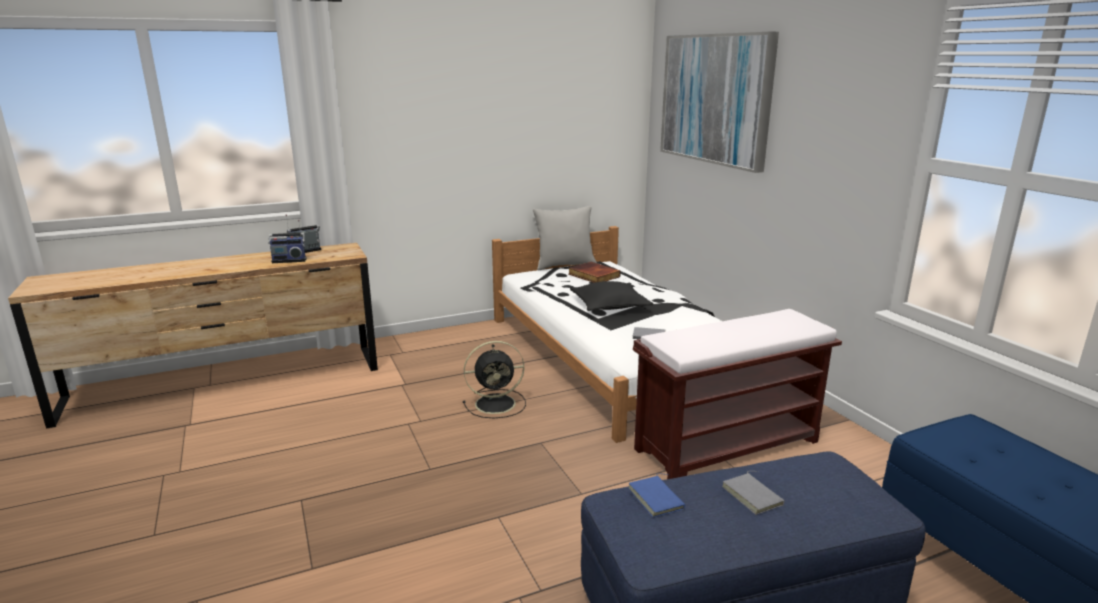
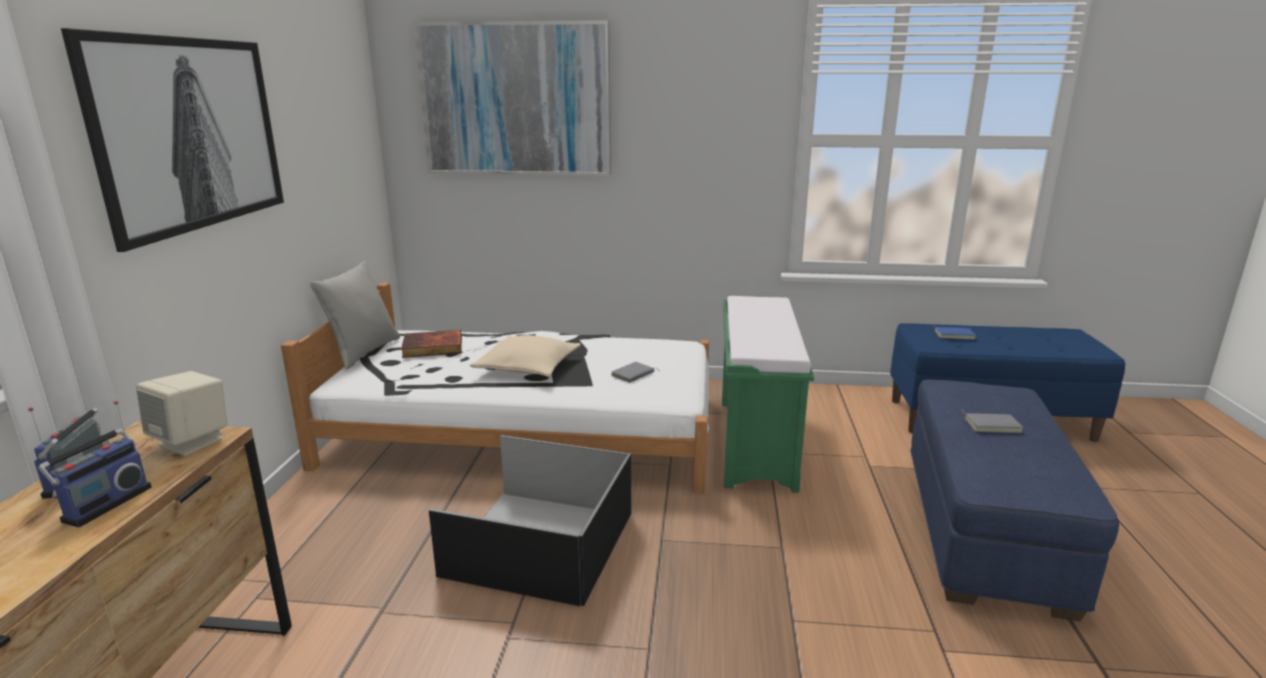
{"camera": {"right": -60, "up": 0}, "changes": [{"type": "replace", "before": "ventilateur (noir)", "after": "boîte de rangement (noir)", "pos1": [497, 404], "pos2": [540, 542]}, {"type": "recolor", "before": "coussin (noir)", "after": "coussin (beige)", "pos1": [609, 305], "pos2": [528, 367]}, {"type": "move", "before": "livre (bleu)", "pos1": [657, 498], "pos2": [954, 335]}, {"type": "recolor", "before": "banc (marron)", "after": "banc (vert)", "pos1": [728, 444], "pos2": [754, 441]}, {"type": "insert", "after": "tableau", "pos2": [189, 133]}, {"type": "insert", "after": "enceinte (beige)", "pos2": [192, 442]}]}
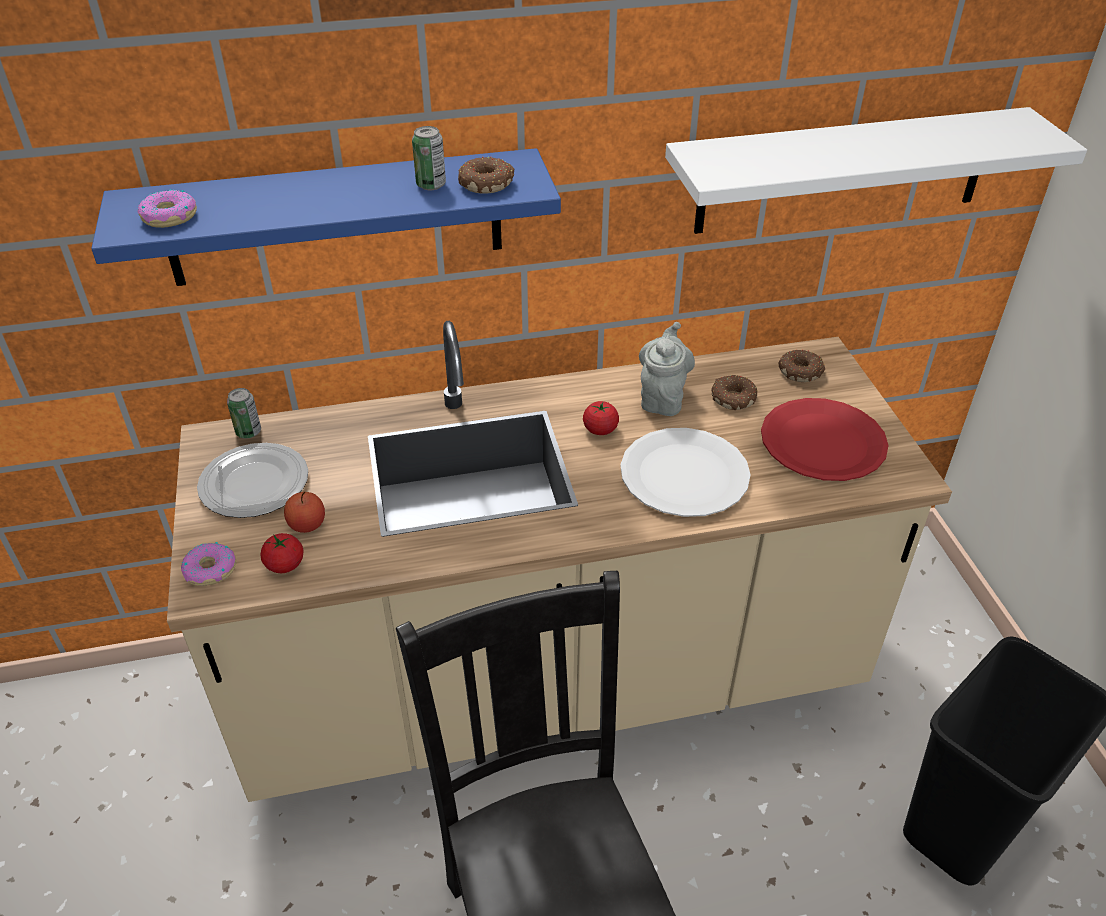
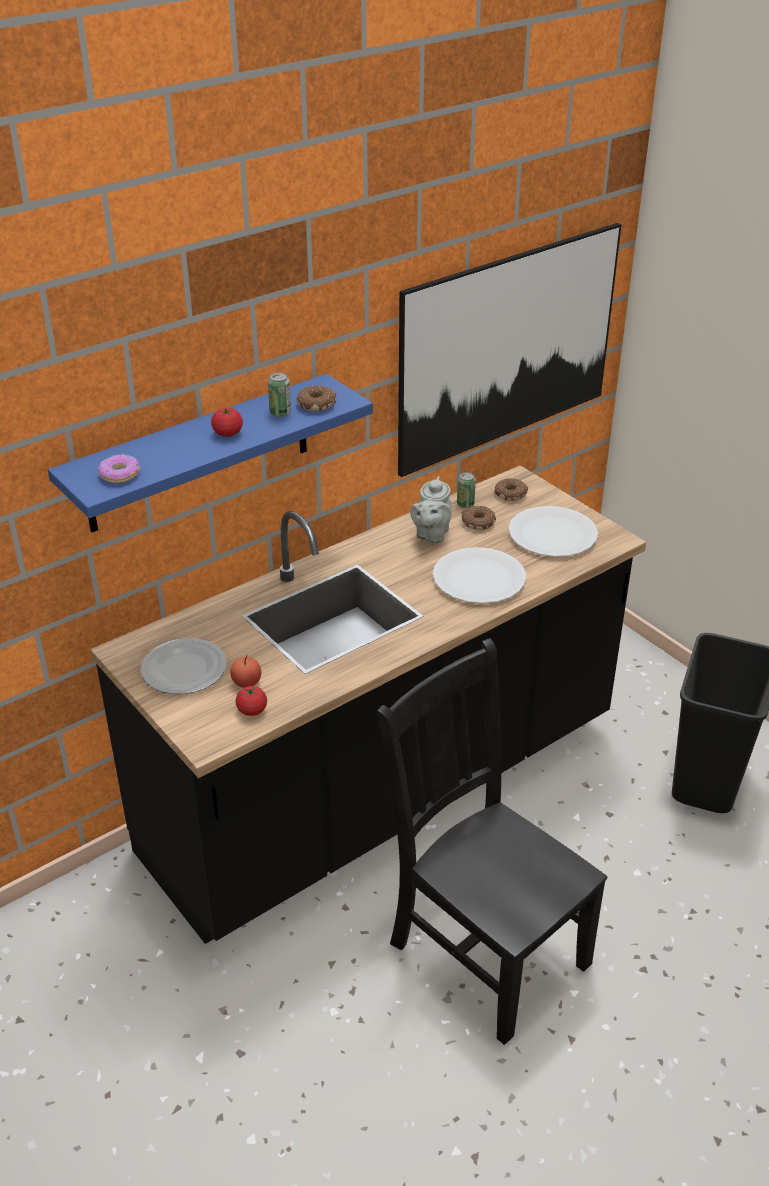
{"camera": {"right": -25, "up": -5}, "changes": [{"type": "recolor", "before": "comptoir de cuisine (beige)", "after": "comptoir de cuisine (noir)", "pos1": [553, 681], "pos2": [384, 790]}, {"type": "delete", "before": "beignet", "pos1": [210, 570]}, {"type": "move", "before": "boîte métallique", "pos1": [248, 432], "pos2": [465, 504]}, {"type": "move", "before": "tomate", "pos1": [600, 429], "pos2": [228, 433]}, {"type": "rotate", "before": "théière (gris)", "pos1": [662, 398], "pos2": [431, 535], "turn": -150}, {"type": "replace", "before": "étagère (blanc)", "after": "tableau", "pos1": [843, 171], "pos2": [508, 347]}, {"type": "recolor", "before": "assiette (rouge)", "after": "assiette (blanc)", "pos1": [822, 442], "pos2": [552, 534]}]}
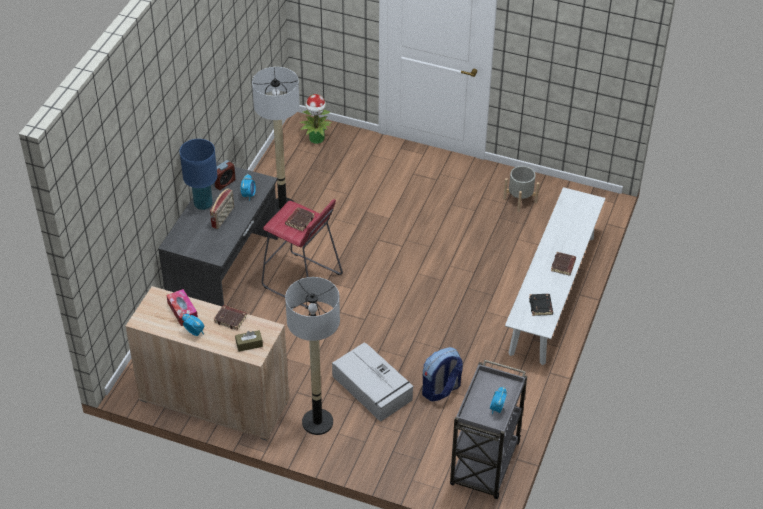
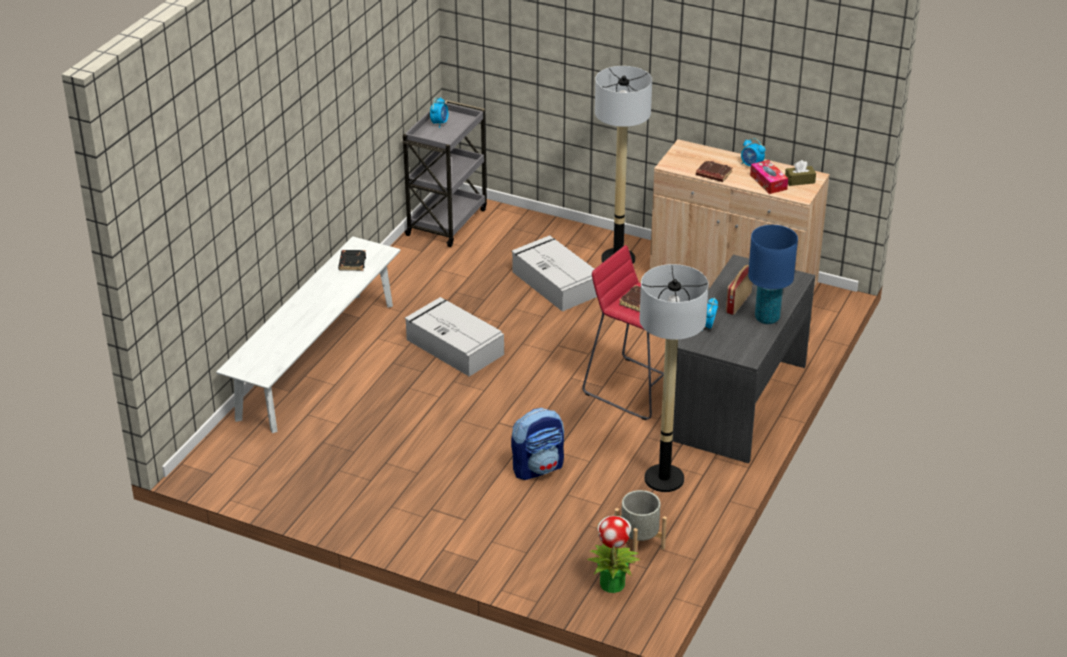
{"camera": {"right": -175, "up": -10}, "changes": [{"type": "delete", "before": "réveil", "pos1": [224, 183]}, {"type": "move", "before": "boîte à mouchoirs (marron)", "pos1": [249, 344], "pos2": [799, 181]}, {"type": "move", "before": "sac à dos", "pos1": [441, 390], "pos2": [538, 468]}, {"type": "move", "before": "cache-pot (gris)", "pos1": [520, 200], "pos2": [639, 543]}, {"type": "delete", "before": "livre (marron)", "pos1": [563, 265]}, {"type": "insert", "after": "boîte de rangement (gris)", "pos2": [453, 346]}]}
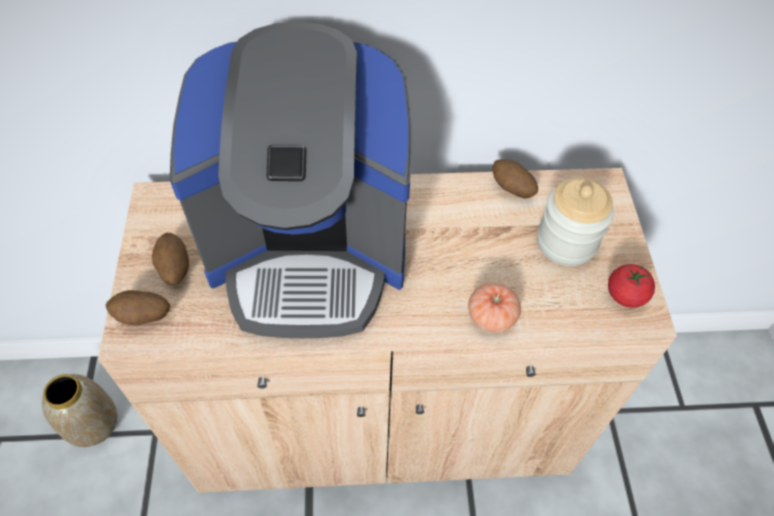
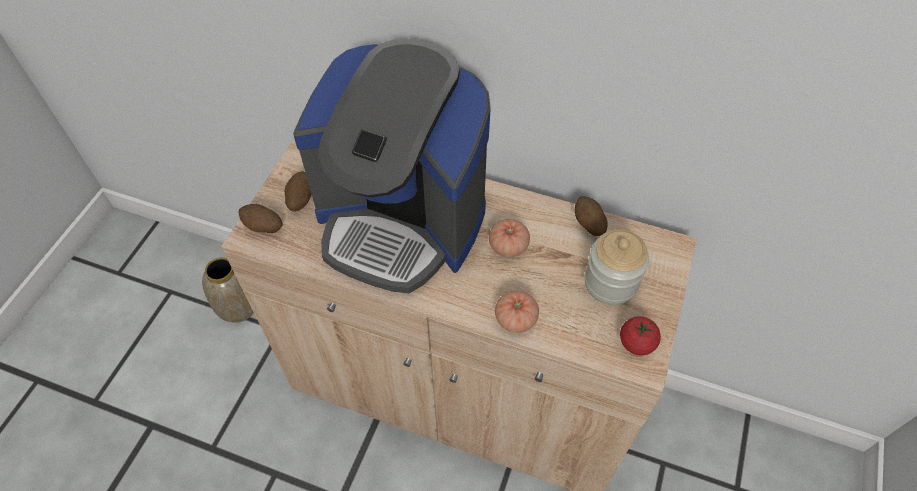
{"camera": {"right": 25, "up": 0}, "changes": [{"type": "insert", "after": "tomate", "pos2": [508, 246]}]}
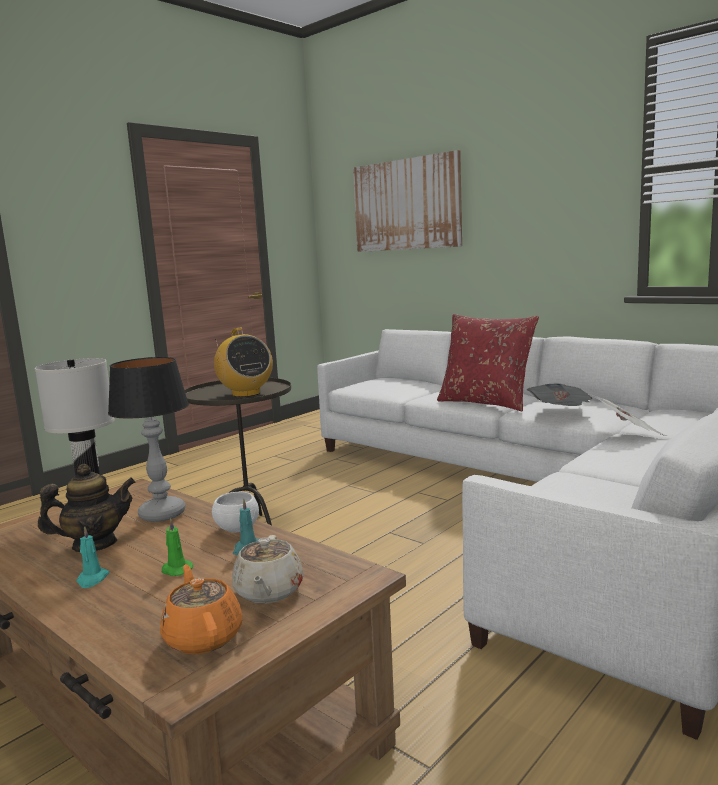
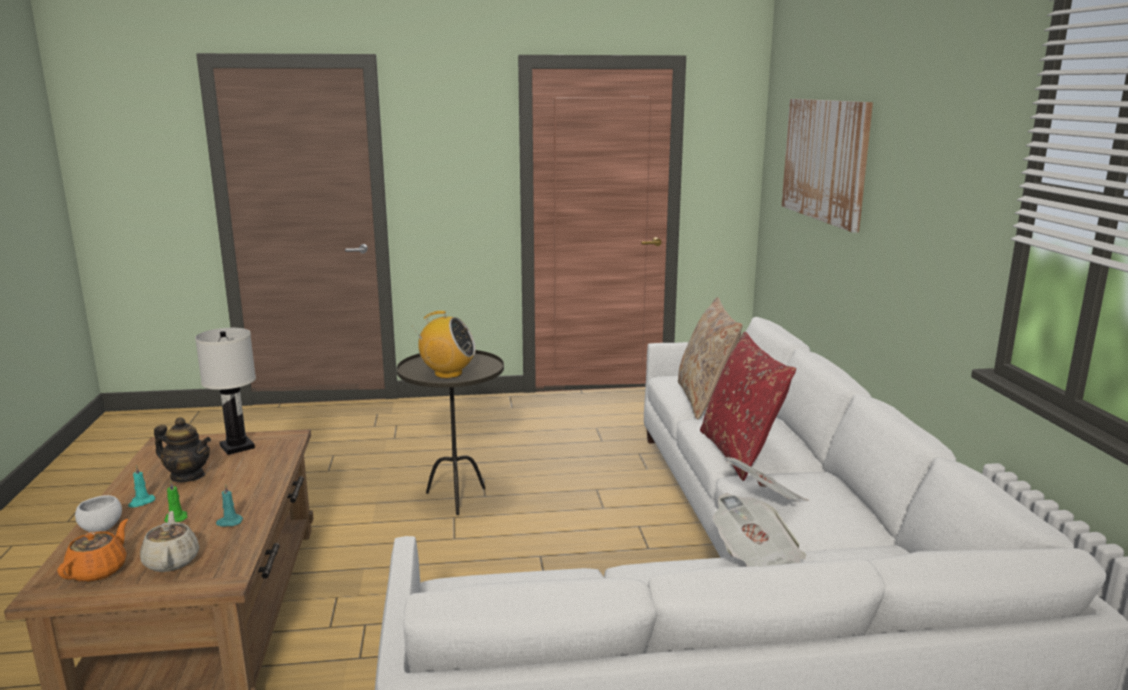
{"camera": {"right": 40, "up": 5}, "changes": [{"type": "delete", "before": "lampe de table", "pos1": [161, 514]}, {"type": "move", "before": "bol (blanc)", "pos1": [237, 529], "pos2": [102, 528]}, {"type": "rotate", "before": "radio", "pos1": [246, 394], "pos2": [447, 374], "turn": -90}, {"type": "rotate", "before": "théière (beige)", "pos1": [268, 592], "pos2": [172, 561], "turn": 120}, {"type": "insert", "after": "coussin (beige)", "pos2": [705, 400]}]}
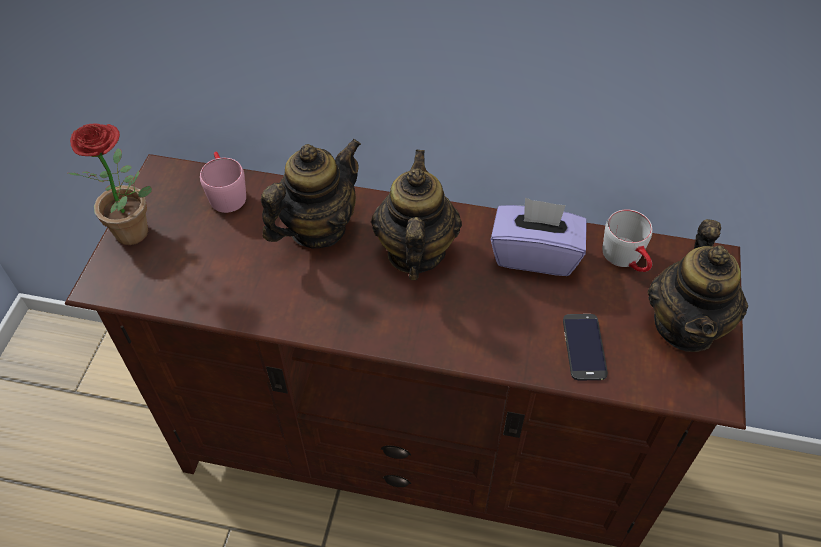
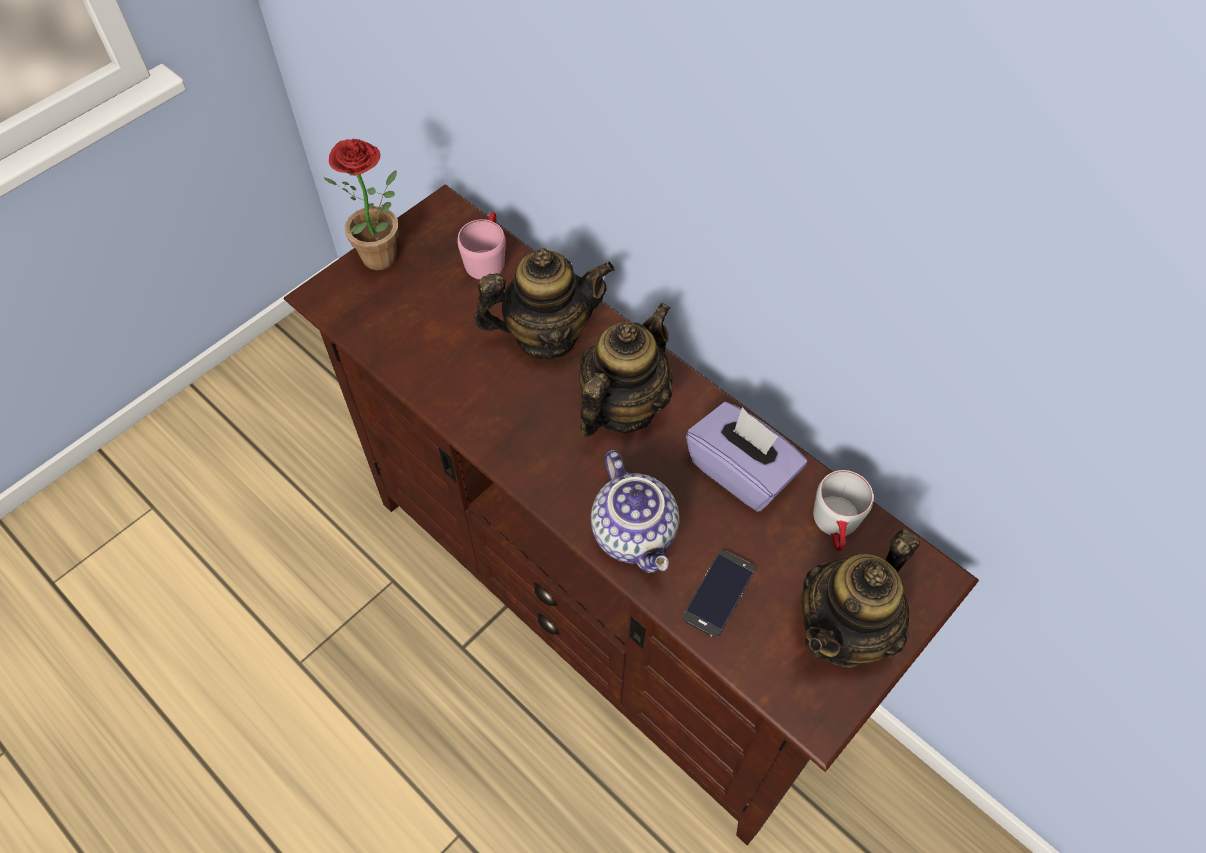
{"camera": {"right": 30, "up": 5}, "changes": [{"type": "insert", "after": "théière", "pos2": [636, 534]}]}
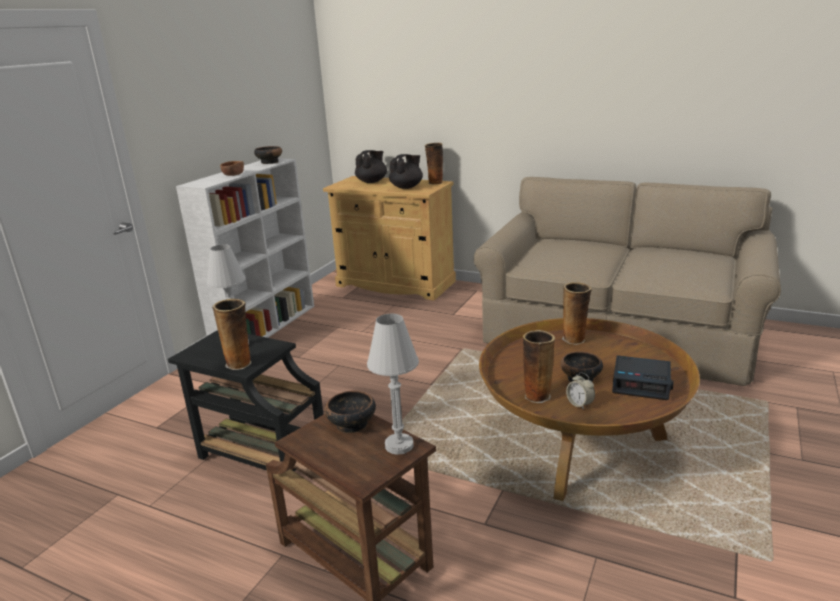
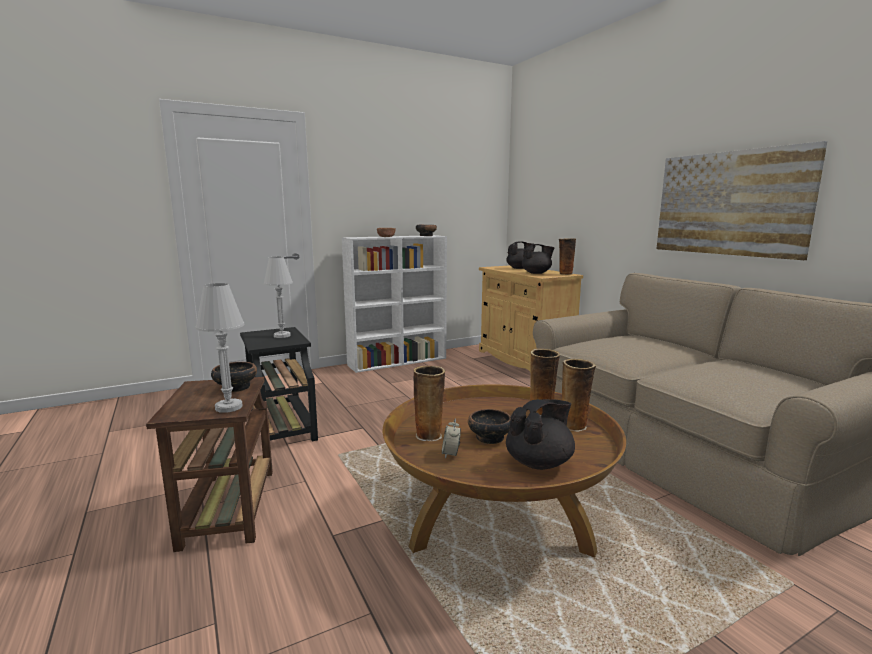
{"camera": {"right": 35, "up": -10}, "changes": [{"type": "move", "before": "vase", "pos1": [240, 363], "pos2": [574, 426]}, {"type": "replace", "before": "réveil", "after": "théière (noir)", "pos1": [641, 384], "pos2": [539, 463]}, {"type": "insert", "after": "tableau", "pos2": [729, 203]}]}
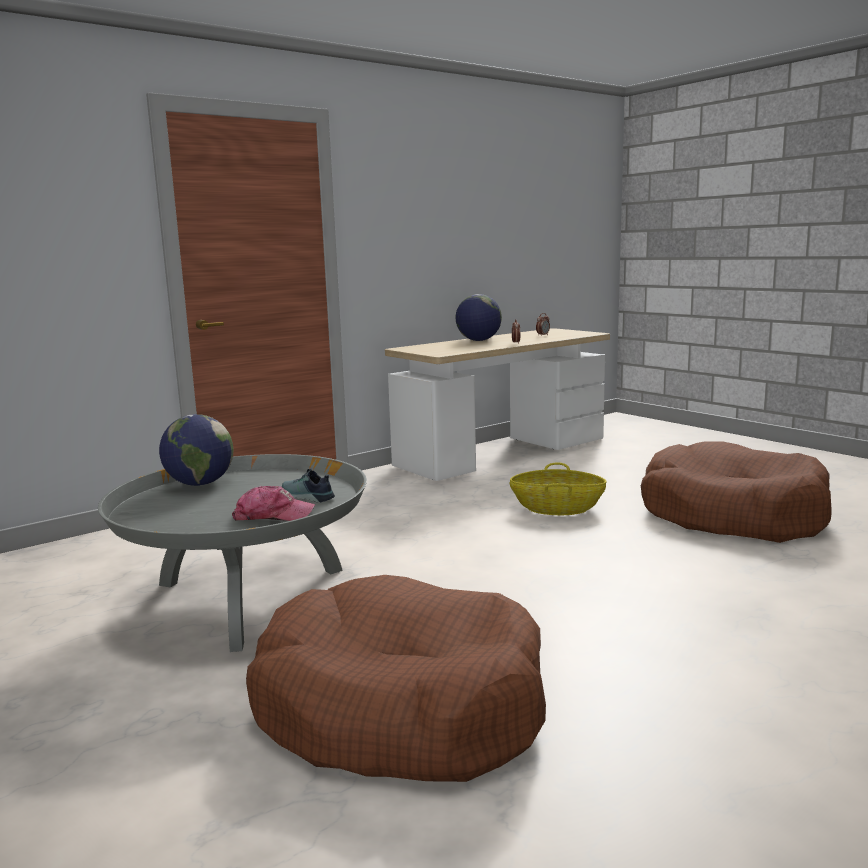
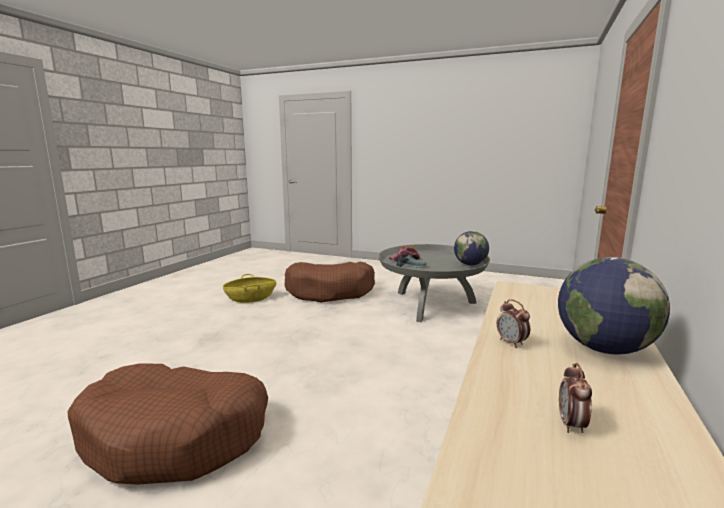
{"camera": {"right": 150, "up": 0}, "changes": [{"type": "move", "before": "panier", "pos1": [557, 508], "pos2": [251, 298]}]}
